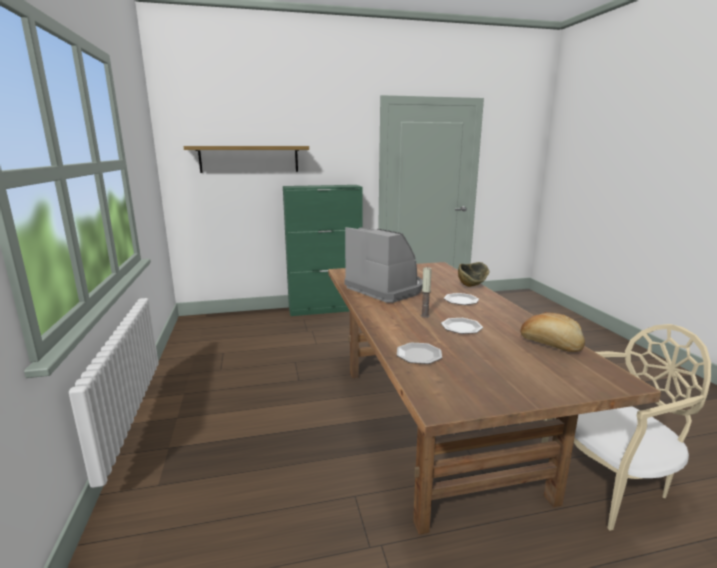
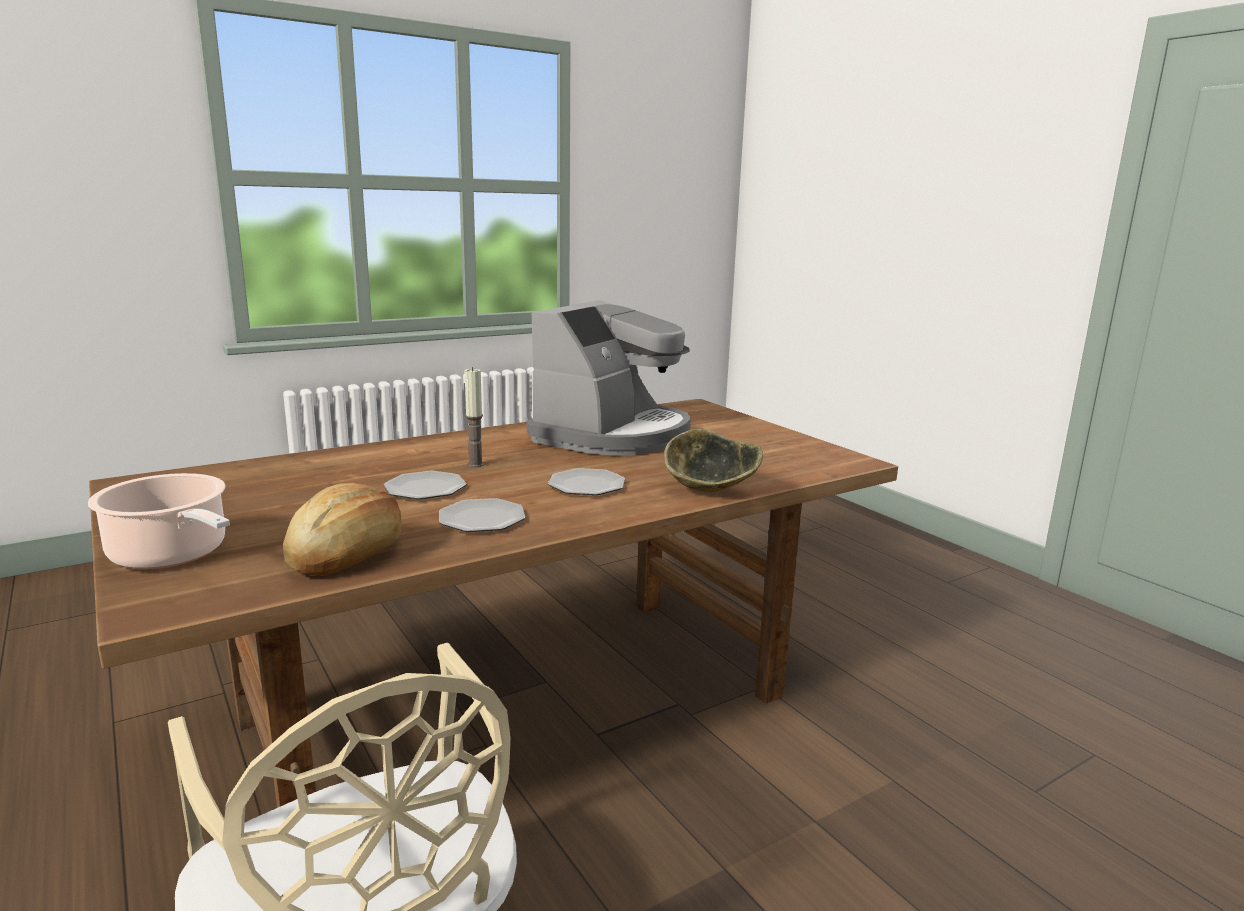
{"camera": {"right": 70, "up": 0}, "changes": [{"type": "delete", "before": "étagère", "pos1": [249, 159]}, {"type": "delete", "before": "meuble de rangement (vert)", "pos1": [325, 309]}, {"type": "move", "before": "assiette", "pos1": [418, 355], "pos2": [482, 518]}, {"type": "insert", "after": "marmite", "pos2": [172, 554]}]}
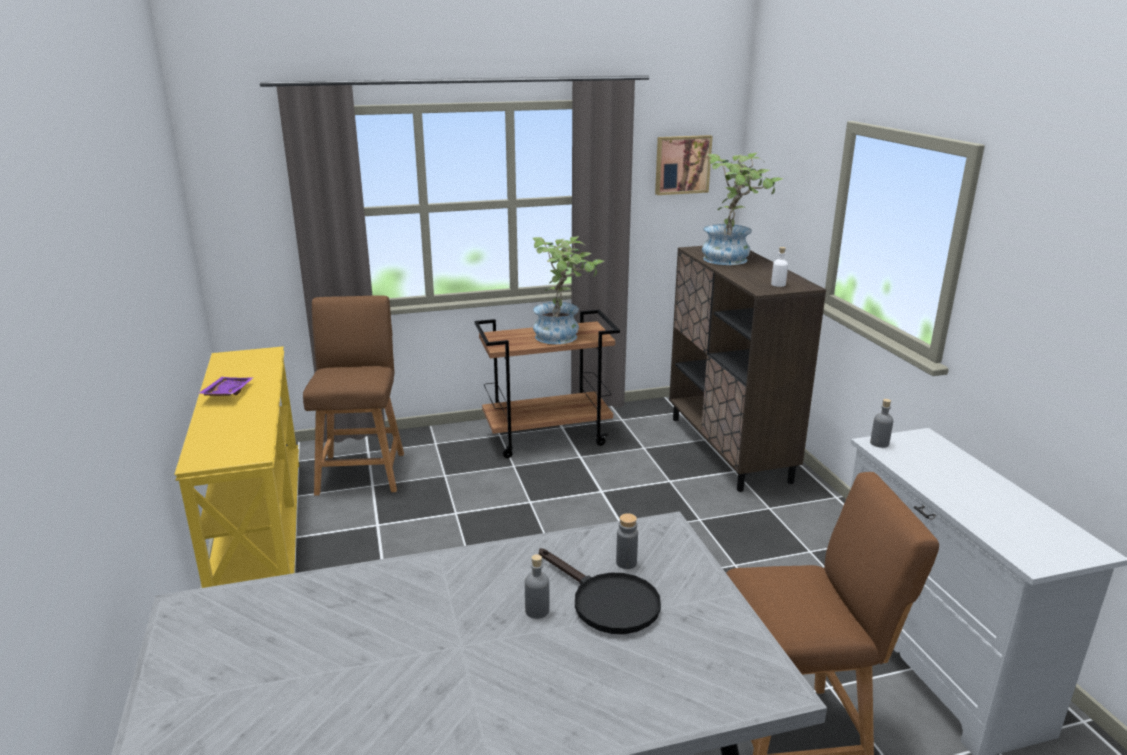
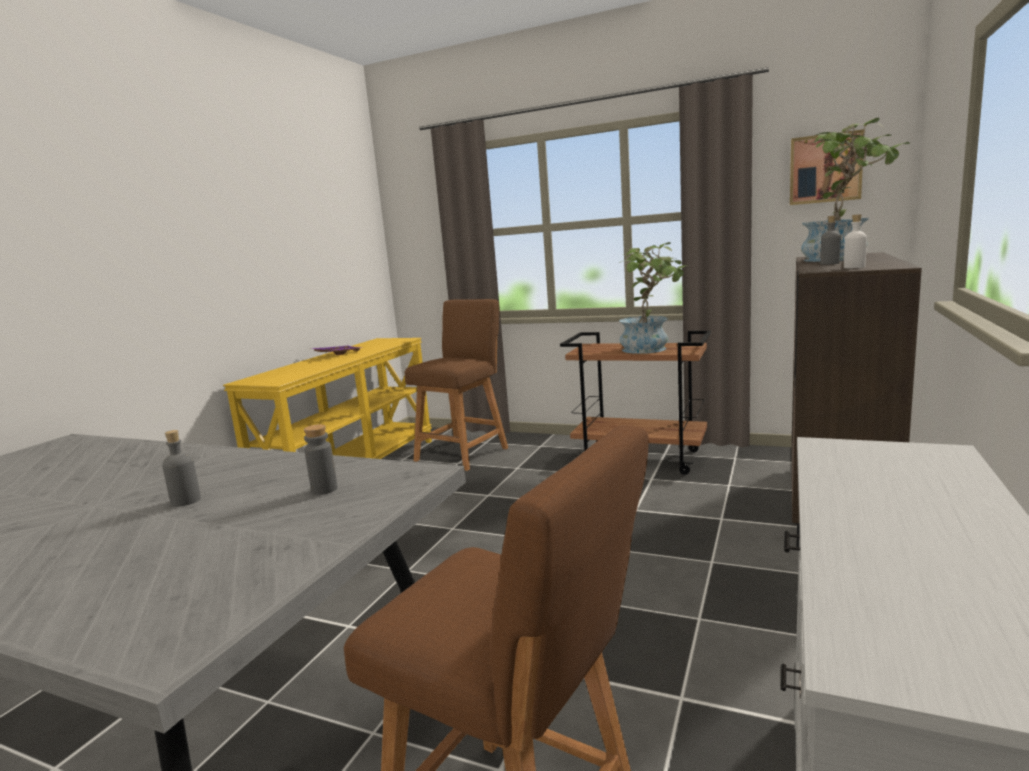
{"camera": {"right": 40, "up": -10}, "changes": [{"type": "delete", "before": "poêle (noir)", "pos1": [606, 602]}, {"type": "move", "before": "bouteille (gris)", "pos1": [879, 443], "pos2": [829, 263]}]}
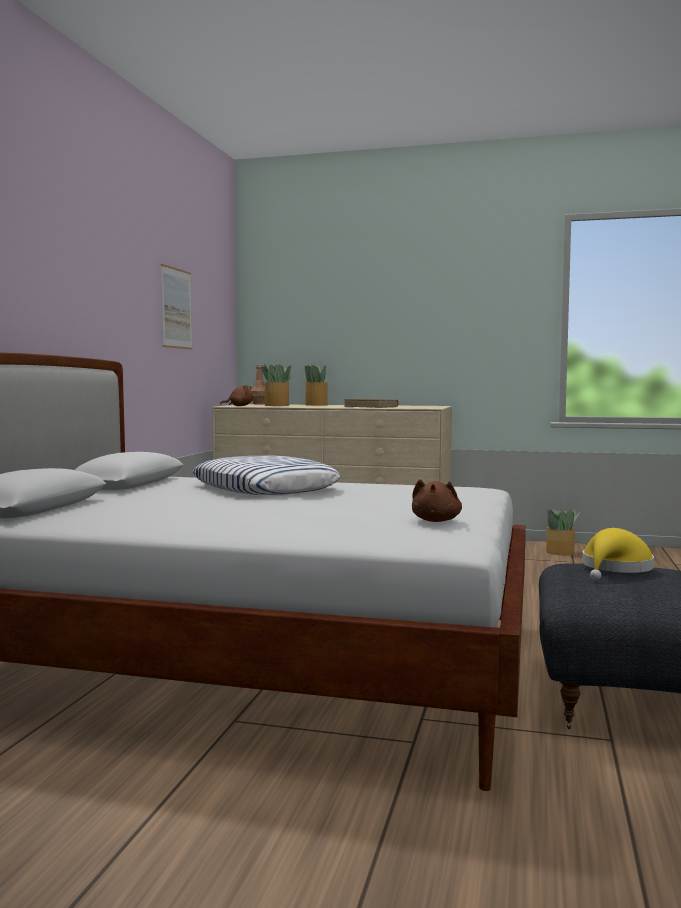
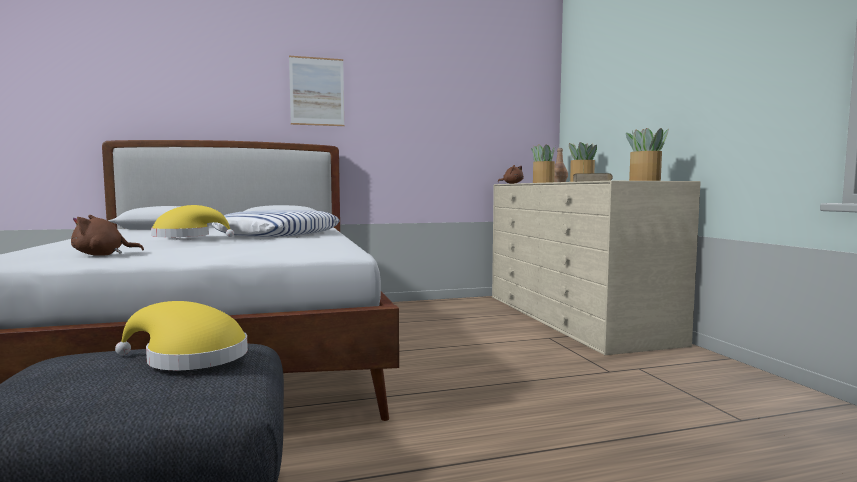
{"camera": {"right": 60, "up": 0}, "changes": [{"type": "move", "before": "tableau", "pos1": [176, 308], "pos2": [317, 91]}, {"type": "move", "before": "plante en pot", "pos1": [560, 552], "pos2": [645, 180]}, {"type": "insert", "after": "chapeau (jaune)", "pos2": [186, 237]}]}
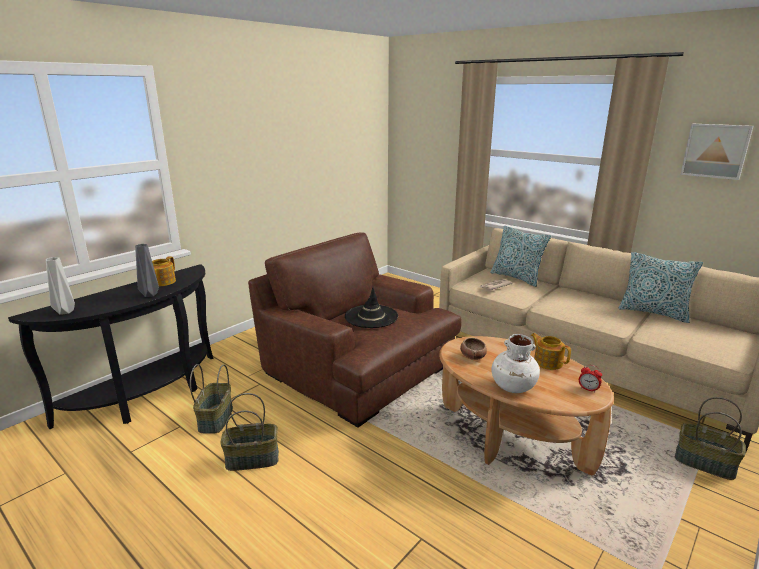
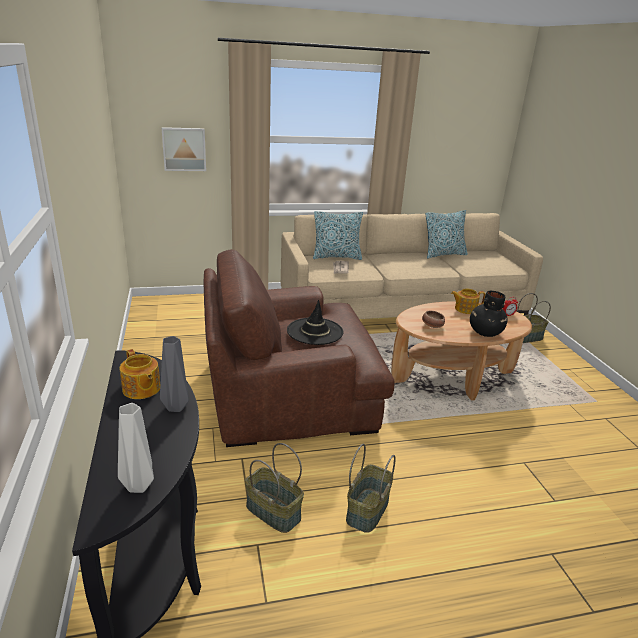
{"camera": {"right": -55, "up": 5}, "changes": [{"type": "recolor", "before": "vase (blanc)", "after": "vase (noir)", "pos1": [513, 386], "pos2": [485, 332]}, {"type": "move", "before": "tableau", "pos1": [715, 151], "pos2": [184, 149]}]}
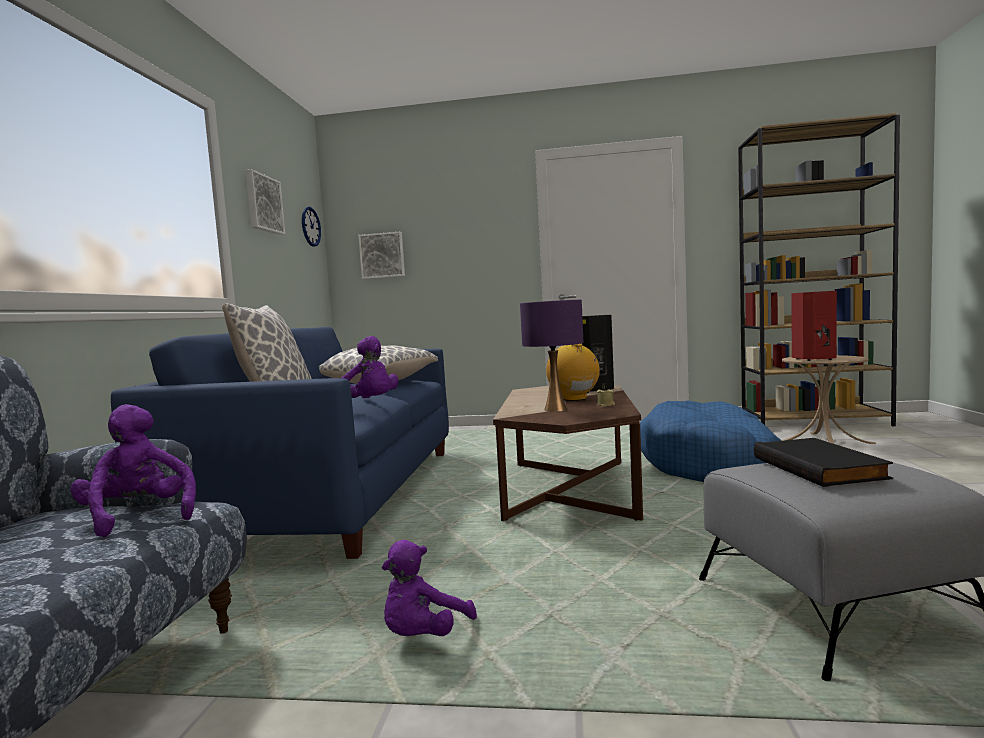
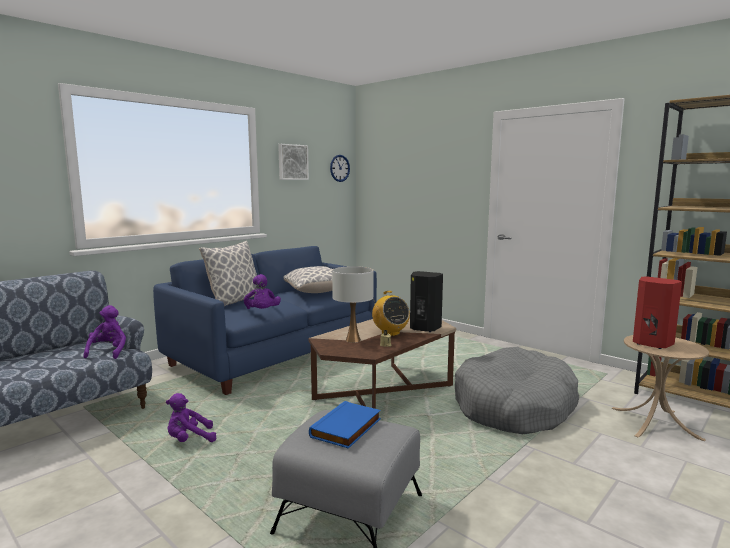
{"camera": {"right": 35, "up": 5}, "changes": [{"type": "delete", "before": "tableau", "pos1": [382, 255]}, {"type": "recolor", "before": "lampe de table (violet)", "after": "lampe de table (blanc)", "pos1": [555, 409], "pos2": [353, 340]}, {"type": "rotate", "before": "radio", "pos1": [574, 398], "pos2": [390, 333], "turn": 135}, {"type": "recolor", "before": "panier pour chien (bleu)", "after": "panier pour chien (gris)", "pos1": [709, 462], "pos2": [514, 406]}, {"type": "recolor", "before": "livre (noir)", "after": "livre (bleu)", "pos1": [820, 468], "pos2": [347, 428]}]}
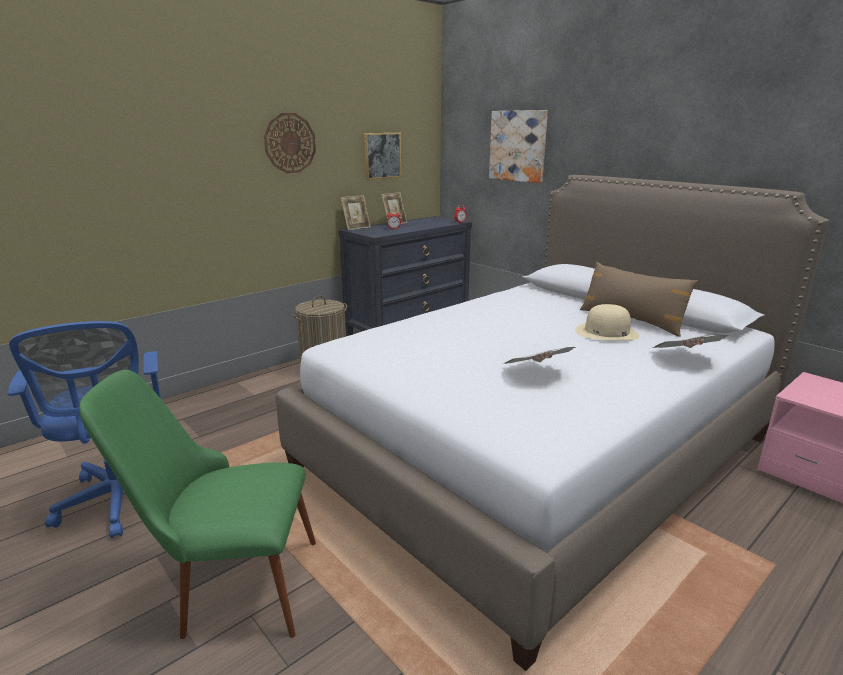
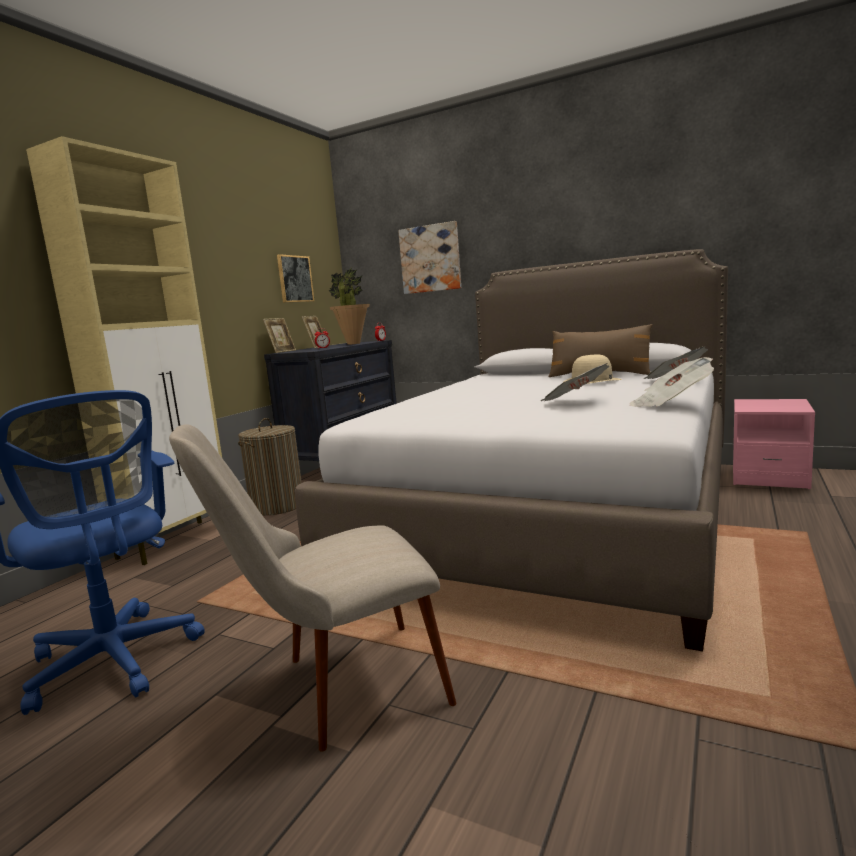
{"camera": {"right": -20, "up": -10}, "changes": [{"type": "recolor", "before": "chaise (vert)", "after": "chaise (beige)", "pos1": [228, 586], "pos2": [336, 690]}, {"type": "delete", "before": "horloge murale", "pos1": [290, 143]}, {"type": "insert", "after": "meuble de rangement (beige)", "pos2": [176, 541]}, {"type": "insert", "after": "plante en pot", "pos2": [353, 343]}, {"type": "insert", "after": "journal", "pos2": [670, 404]}]}
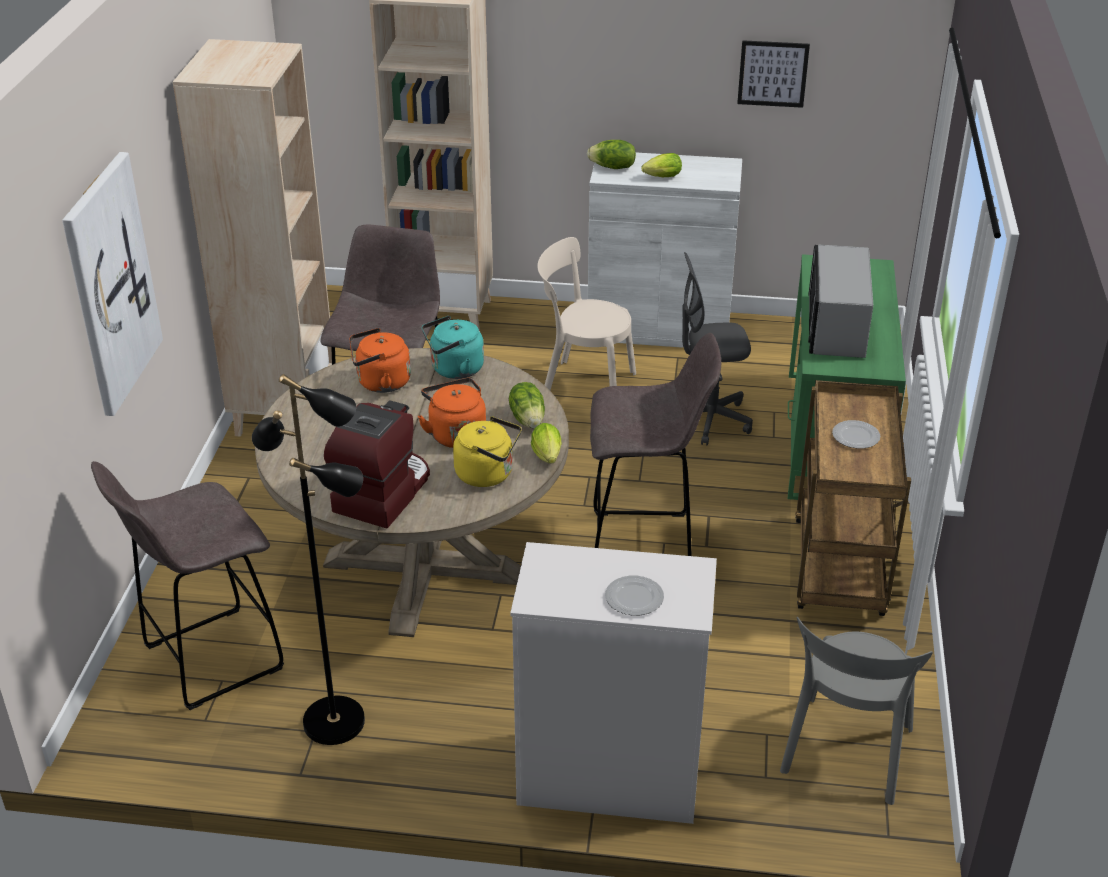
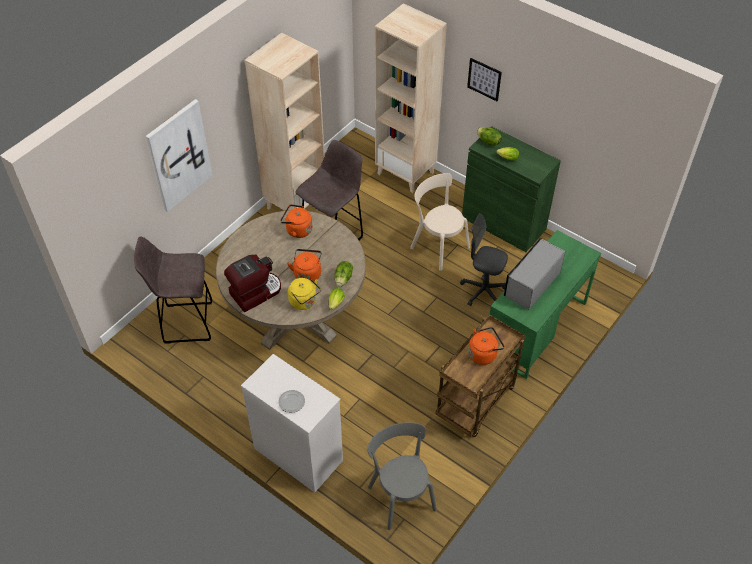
{"camera": {"right": 30, "up": 15}, "changes": [{"type": "delete", "before": "lampadaire (noir)", "pos1": [335, 720]}, {"type": "delete", "before": "bouilloire (turquoise)", "pos1": [454, 370]}, {"type": "recolor", "before": "meuble de rangement (blanc)", "after": "meuble de rangement (vert)", "pos1": [659, 327], "pos2": [503, 223]}, {"type": "delete", "before": "tabouret (gris)", "pos1": [645, 544]}, {"type": "move", "before": "tableau", "pos1": [773, 73], "pos2": [484, 79]}, {"type": "rotate", "before": "chaise (gris)", "pos1": [845, 755], "pos2": [400, 495], "turn": 105}, {"type": "replace", "before": "assiette", "after": "bouilloire (orange)", "pos1": [856, 437], "pos2": [484, 354]}]}
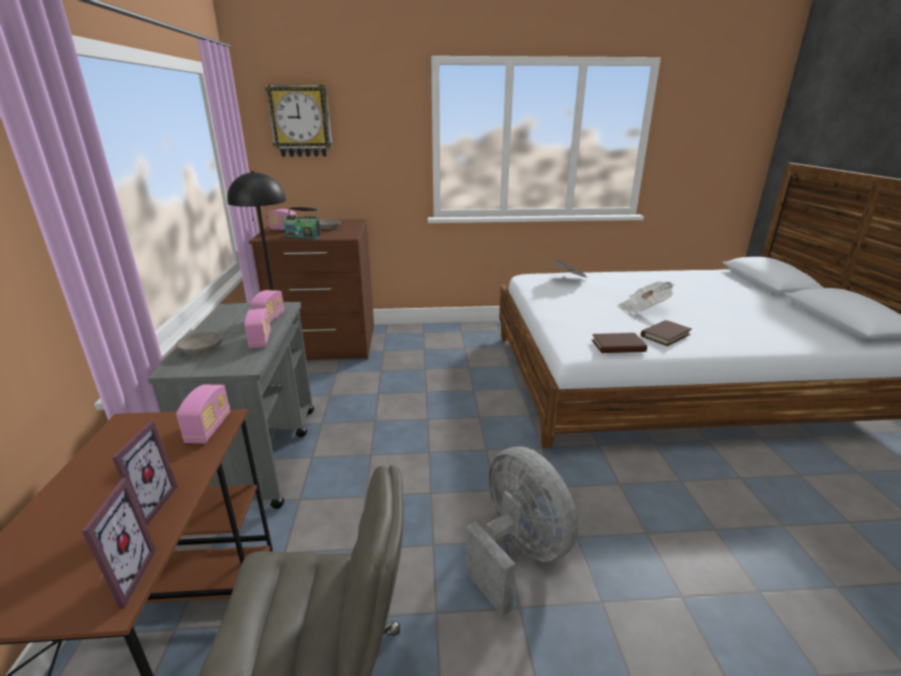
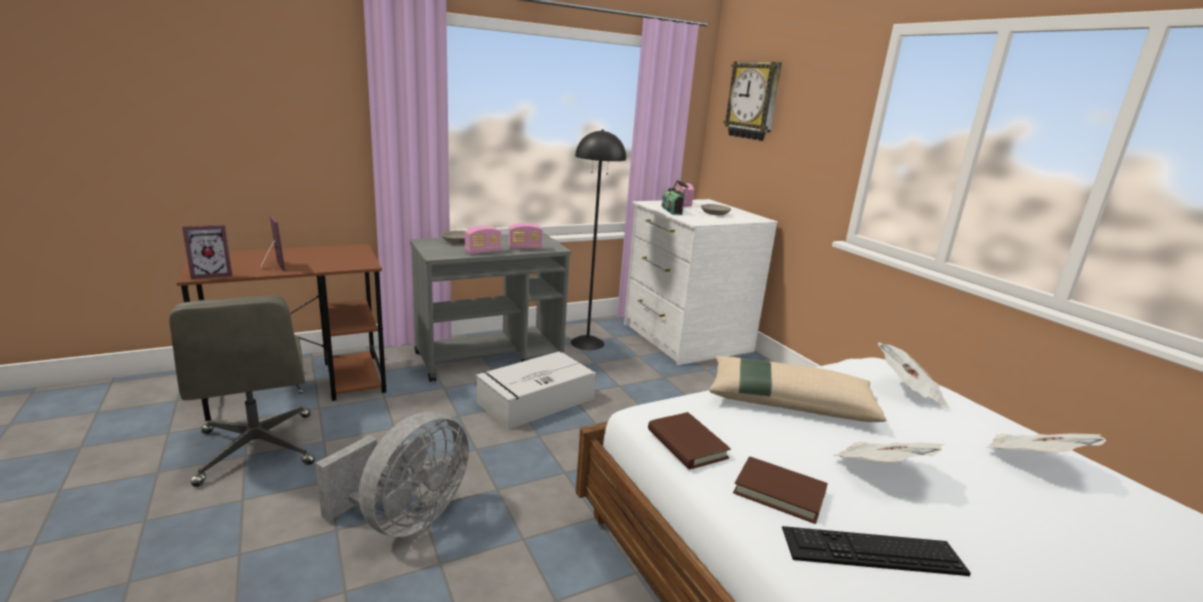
{"camera": {"right": 65, "up": -5}, "changes": [{"type": "rotate", "before": "cadre photo", "pos1": [146, 506], "pos2": [271, 267], "turn": -105}, {"type": "delete", "before": "radio", "pos1": [209, 428]}, {"type": "recolor", "before": "commode (marron)", "after": "commode (blanc)", "pos1": [326, 343], "pos2": [685, 338]}, {"type": "insert", "after": "boîte de rangement (gris)", "pos2": [535, 401]}, {"type": "insert", "after": "coussin (beige)", "pos2": [789, 401]}, {"type": "insert", "after": "clavier", "pos2": [872, 550]}, {"type": "insert", "after": "journal", "pos2": [1032, 461]}]}
